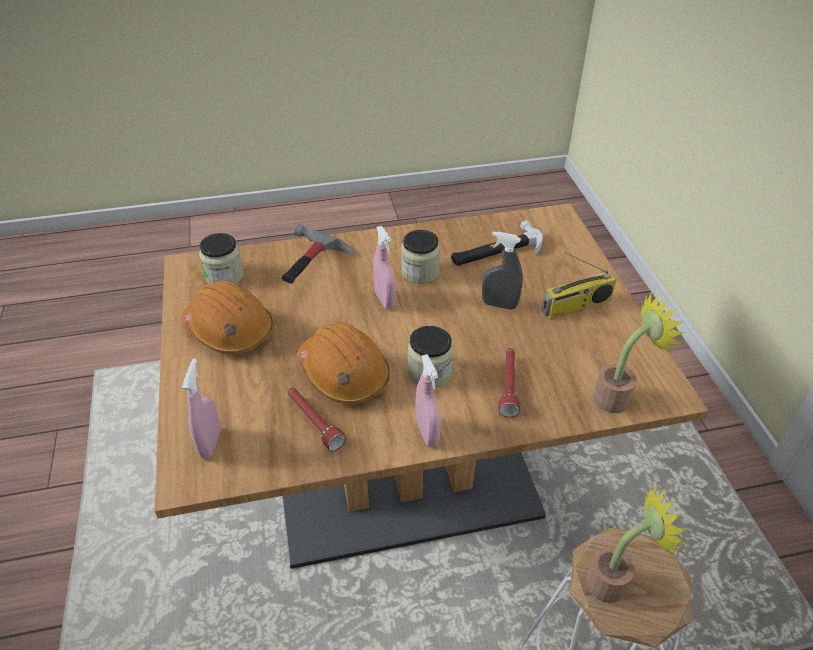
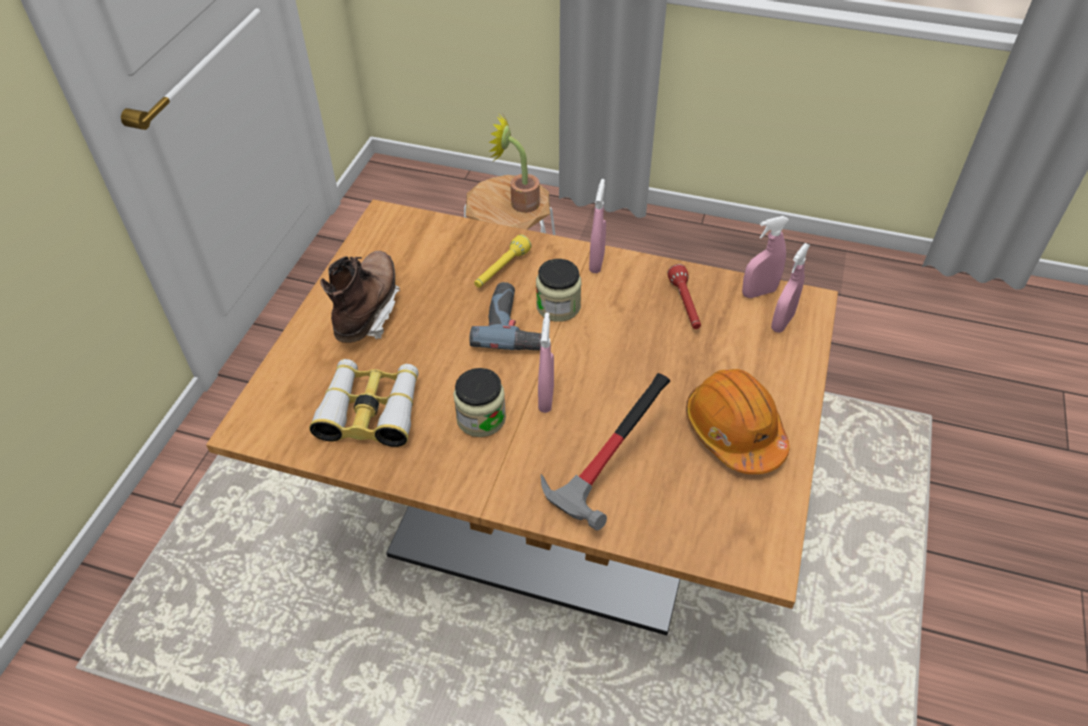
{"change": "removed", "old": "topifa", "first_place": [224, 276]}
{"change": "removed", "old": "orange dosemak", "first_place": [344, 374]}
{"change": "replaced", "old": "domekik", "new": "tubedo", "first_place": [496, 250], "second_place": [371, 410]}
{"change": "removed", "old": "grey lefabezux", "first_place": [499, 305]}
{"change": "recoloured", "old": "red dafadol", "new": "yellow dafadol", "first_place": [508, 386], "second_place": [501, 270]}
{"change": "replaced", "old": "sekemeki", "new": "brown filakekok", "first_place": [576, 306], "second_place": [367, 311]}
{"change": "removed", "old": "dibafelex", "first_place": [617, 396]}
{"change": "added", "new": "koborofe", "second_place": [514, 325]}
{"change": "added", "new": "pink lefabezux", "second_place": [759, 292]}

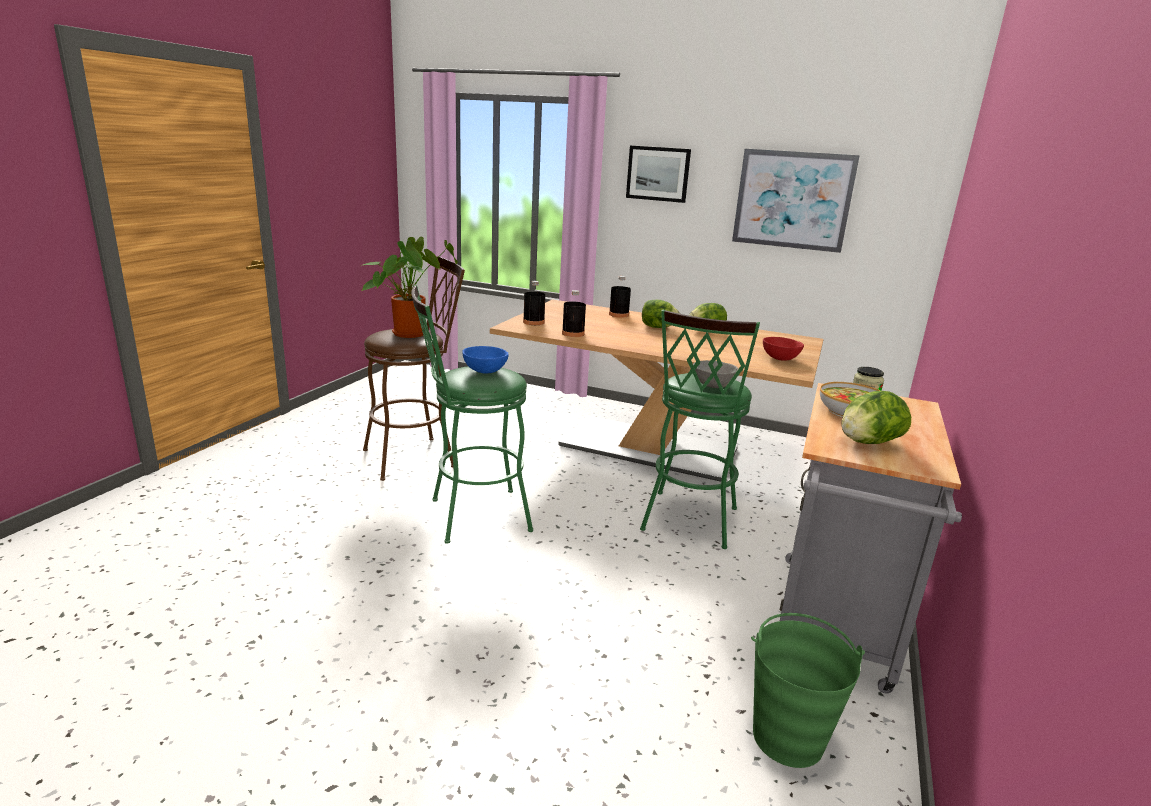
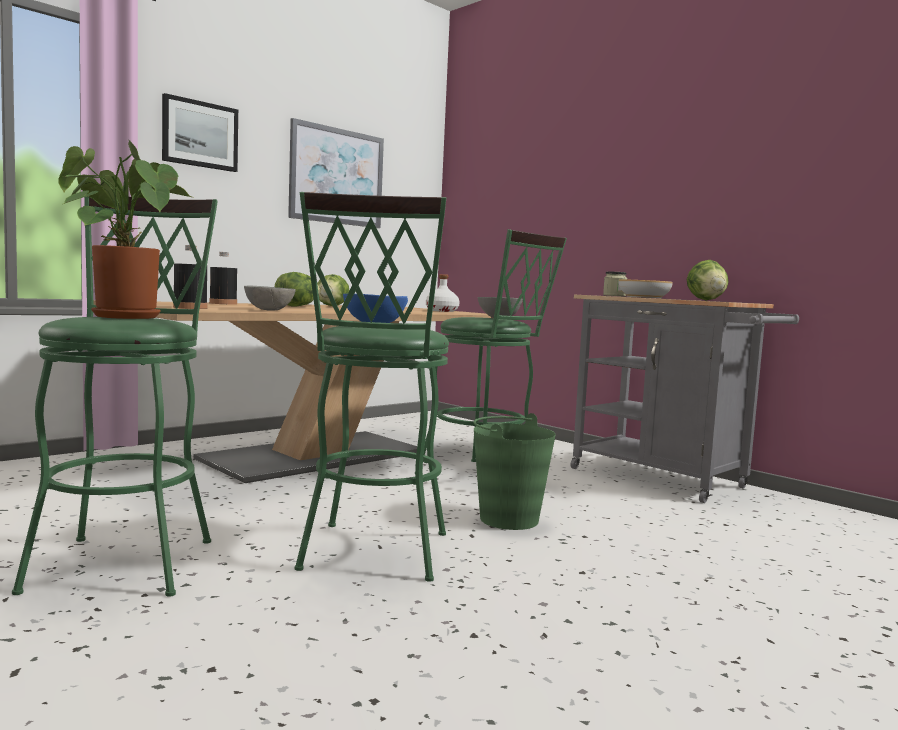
{"change": "recoloured", "old": "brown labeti", "new": "green labeti", "first_place": [417, 457], "second_place": [128, 558]}
{"change": "replaced", "old": "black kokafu", "new": "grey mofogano", "first_place": [573, 333], "second_place": [270, 310]}
{"change": "moved", "old": "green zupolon", "first_place": [788, 737], "second_place": [508, 519]}
{"change": "replaced", "old": "red mofogano", "new": "white kokafu", "first_place": [779, 358], "second_place": [441, 311]}

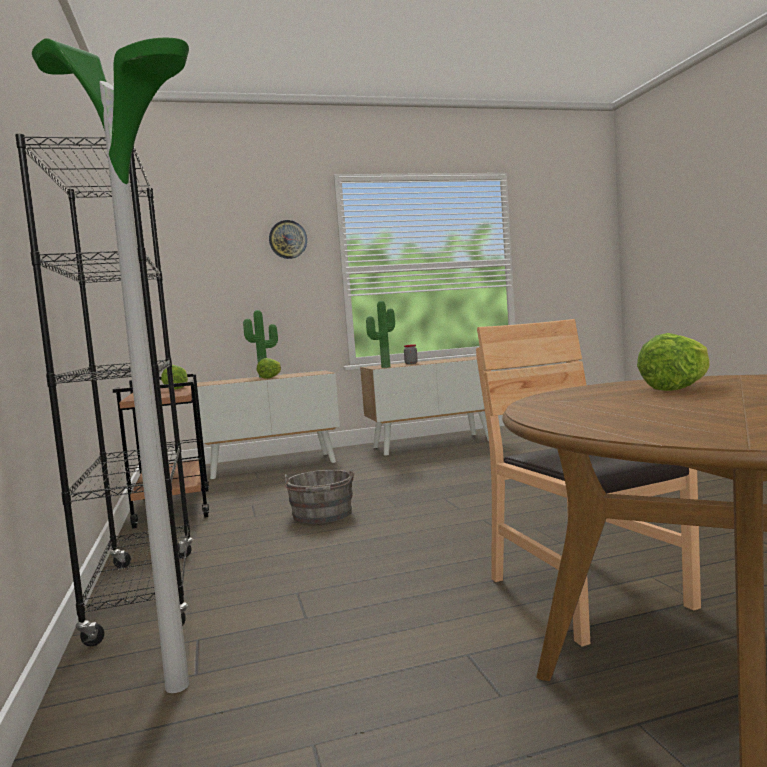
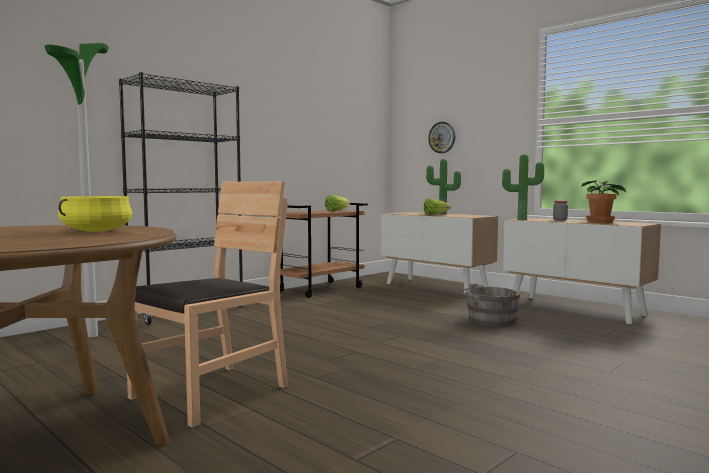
{"change": "moved", "old": "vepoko", "first_place": [288, 239], "second_place": [442, 137]}
{"change": "moved", "old": "grey zupolon", "first_place": [322, 515], "second_place": [489, 320]}
{"change": "replaced", "old": "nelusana", "new": "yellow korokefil", "first_place": [678, 388], "second_place": [96, 231]}
{"change": "added", "new": "dibafelex", "second_place": [601, 222]}

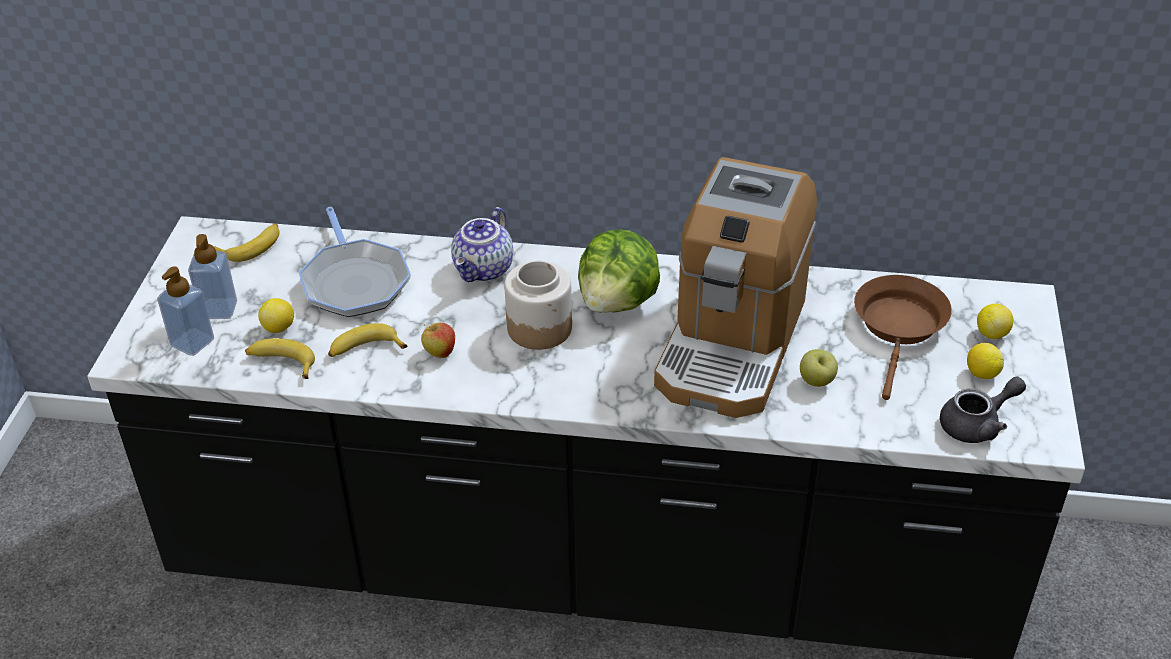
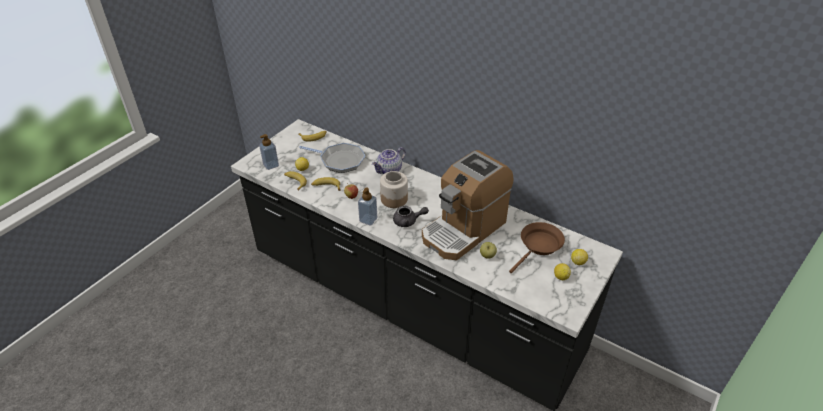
{"change": "moved", "old": "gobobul", "first_place": [219, 309], "second_place": [368, 220]}
{"change": "turned", "old": "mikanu", "first_place": [354, 281], "second_place": [340, 160], "degrees": -75}
{"change": "removed", "old": "nelusana", "first_place": [618, 302]}
{"change": "moved", "old": "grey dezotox", "first_place": [977, 424], "second_place": [408, 221]}

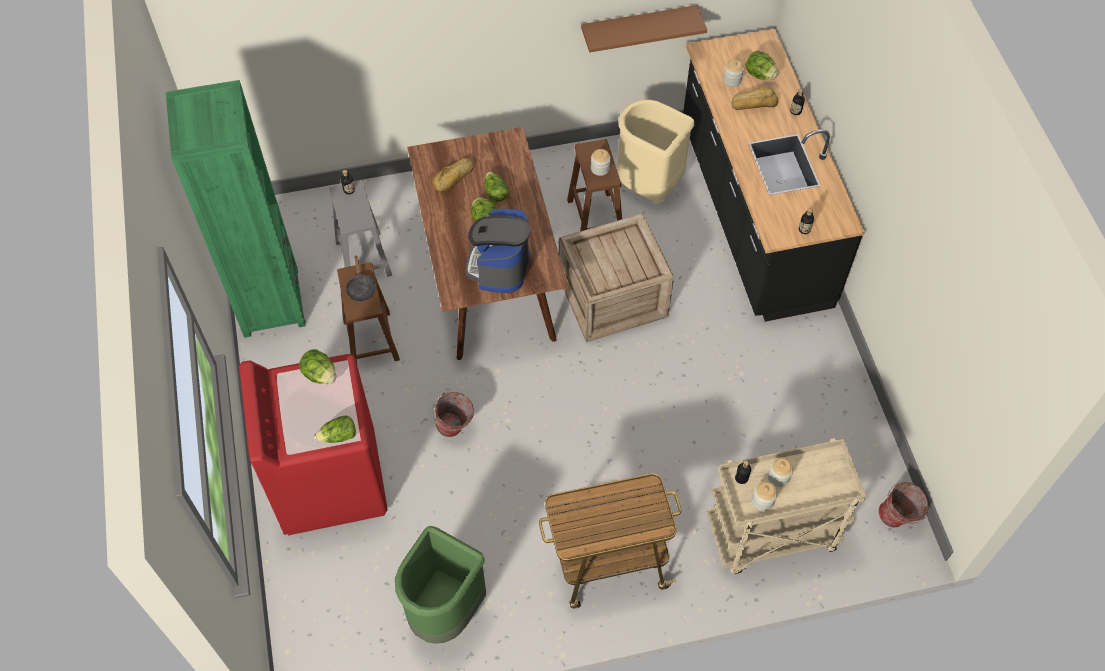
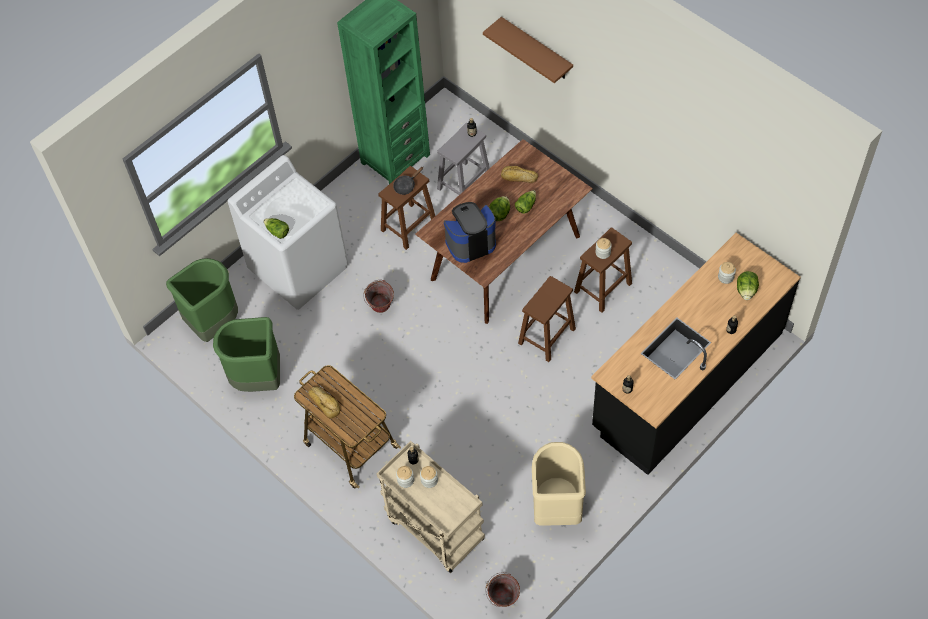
{"change": "recoloured", "old": "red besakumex", "new": "white besakumex", "first_place": [330, 480], "second_place": [299, 268]}
{"change": "removed", "old": "nelusana", "first_place": [320, 374]}
{"change": "replaced", "old": "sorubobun", "new": "brown labeti", "first_place": [614, 298], "second_place": [546, 337]}
{"change": "moved", "old": "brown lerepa", "first_place": [638, 27], "second_place": [536, 49]}
{"change": "moved", "old": "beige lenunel", "first_place": [648, 187], "second_place": [556, 508]}
{"change": "moved", "old": "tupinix", "first_place": [753, 103], "second_place": [325, 403]}
{"change": "added", "new": "green lenunel", "second_place": [213, 323]}

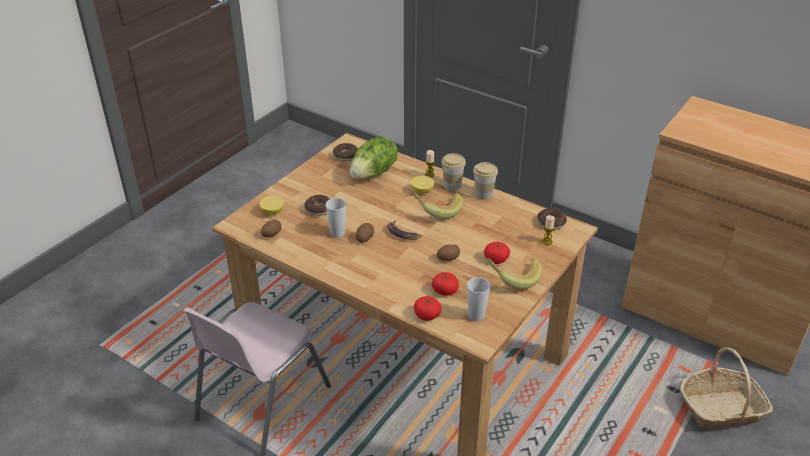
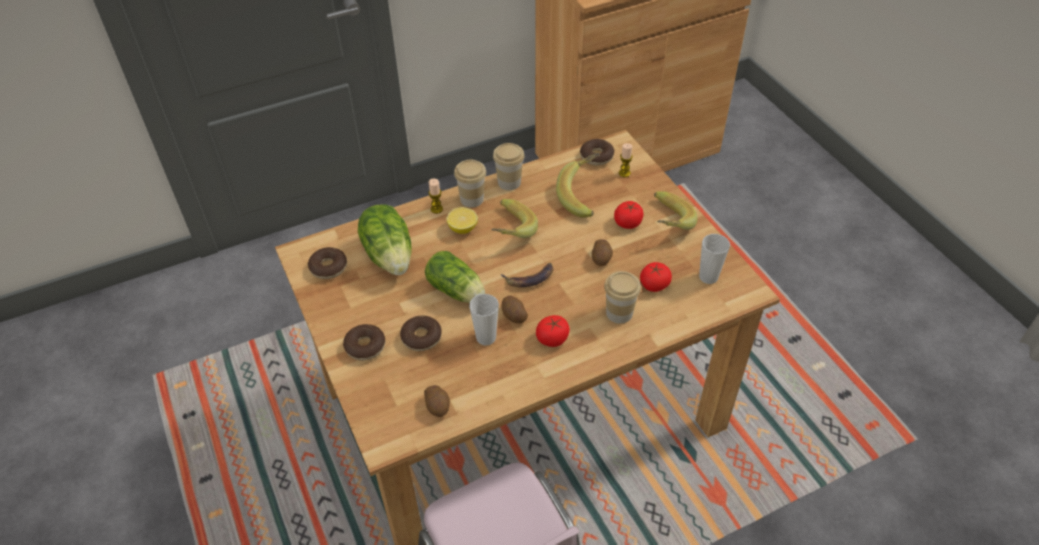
{"change": "removed", "old": "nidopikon", "first_place": [272, 212]}
{"change": "moved", "old": "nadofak", "first_place": [427, 315], "second_place": [552, 338]}
{"change": "removed", "old": "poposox", "first_place": [721, 409]}
{"change": "added", "new": "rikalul", "second_place": [365, 346]}
{"change": "added", "new": "nelusana", "second_place": [458, 292]}
{"change": "added", "new": "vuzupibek", "second_place": [584, 196]}
{"change": "added", "new": "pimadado", "second_place": [619, 313]}

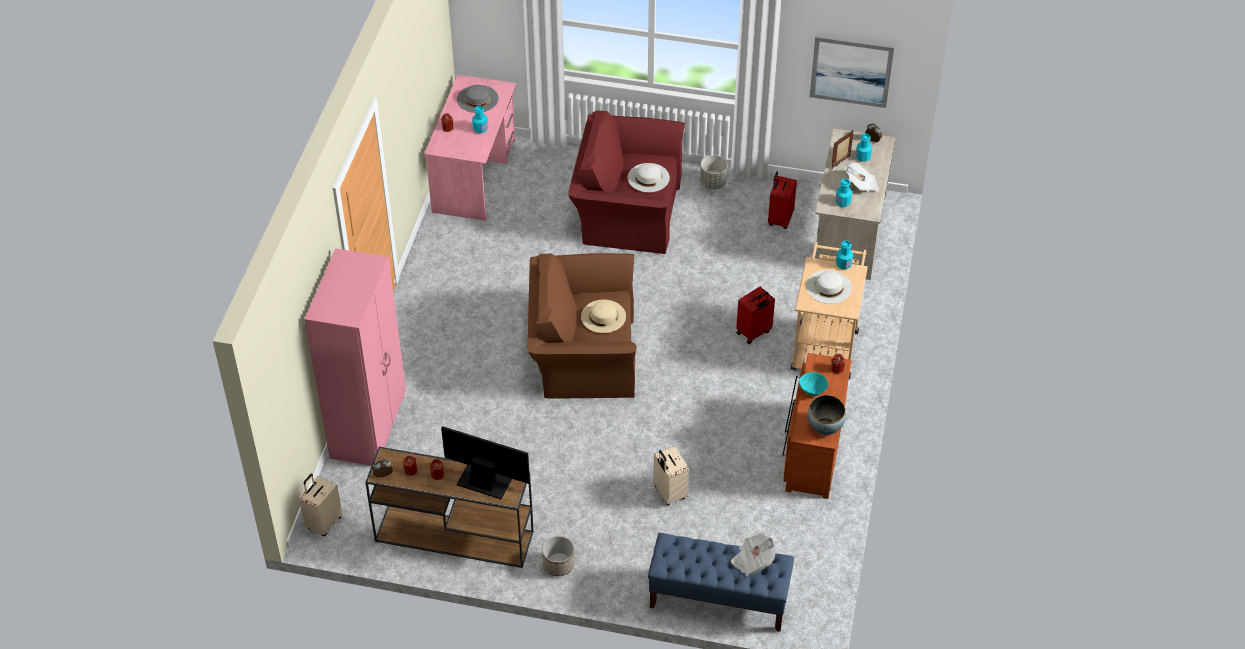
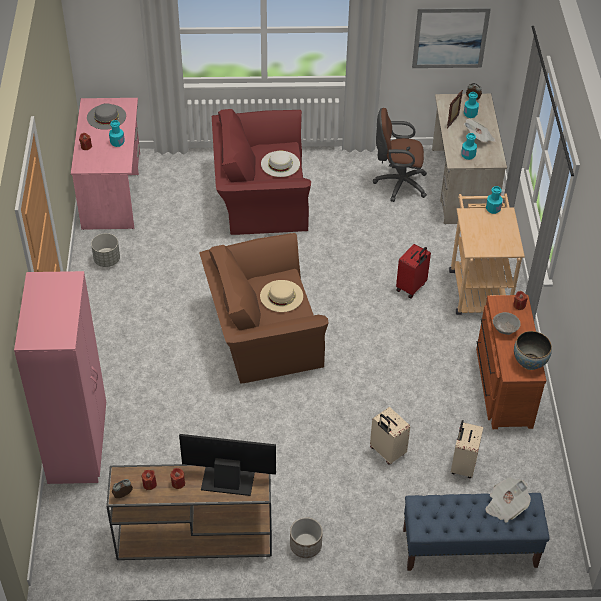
{"change": "moved", "old": "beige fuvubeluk", "first_place": [323, 522], "second_place": [462, 465]}
{"change": "moved", "old": "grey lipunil", "first_place": [713, 183], "second_place": [107, 260]}
{"change": "replaced", "old": "red fuvubeluk", "new": "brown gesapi", "first_place": [779, 219], "second_place": [398, 184]}
{"change": "recoloured", "old": "turquoise mofogano", "new": "grey mofogano", "first_place": [812, 391], "second_place": [505, 330]}
{"change": "removed", "old": "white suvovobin", "first_place": [828, 287]}

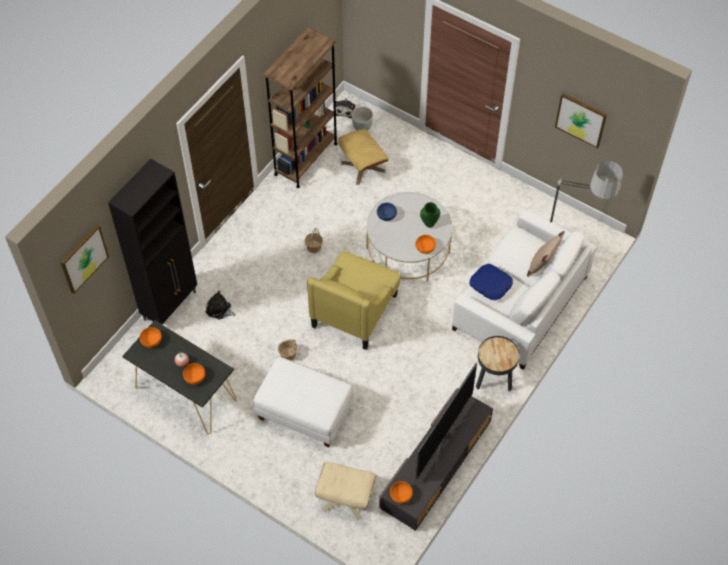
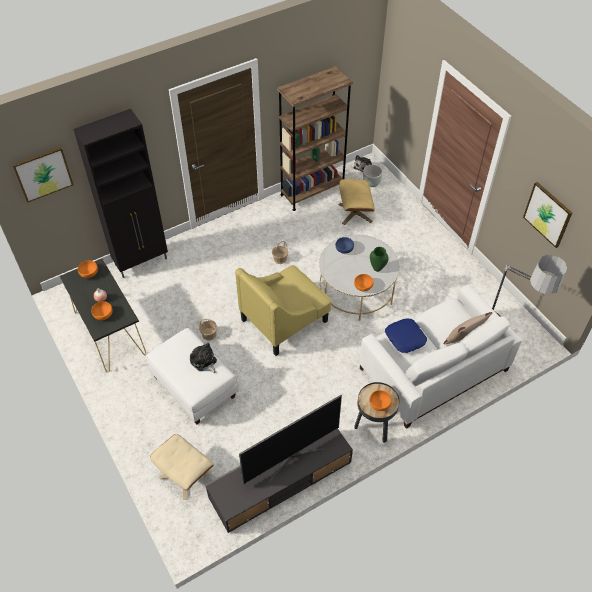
{"change": "moved", "old": "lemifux", "first_place": [219, 310], "second_place": [204, 362]}
{"change": "moved", "old": "orange mofogano", "first_place": [400, 495], "second_place": [379, 404]}

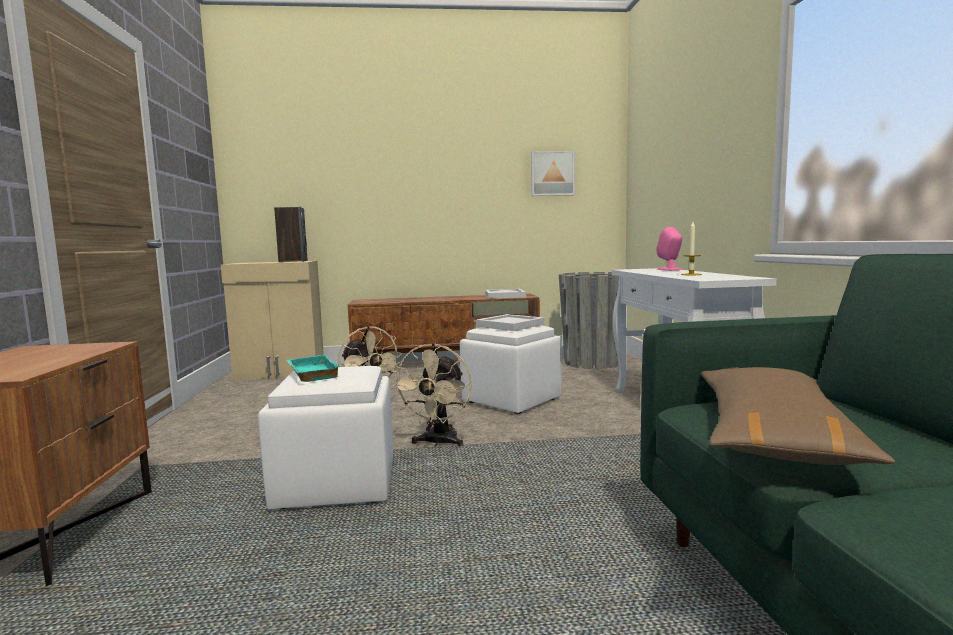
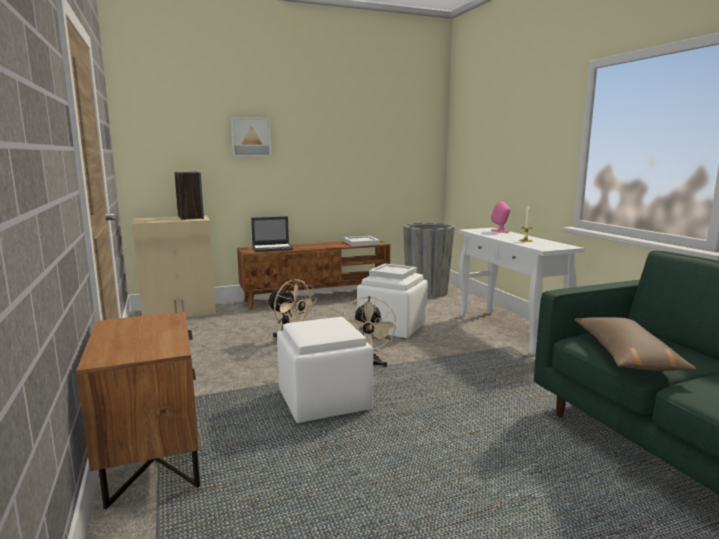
{"change": "removed", "old": "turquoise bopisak", "first_place": [310, 373]}
{"change": "moved", "old": "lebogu", "first_place": [552, 173], "second_place": [250, 137]}
{"change": "added", "new": "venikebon", "second_place": [273, 248]}

